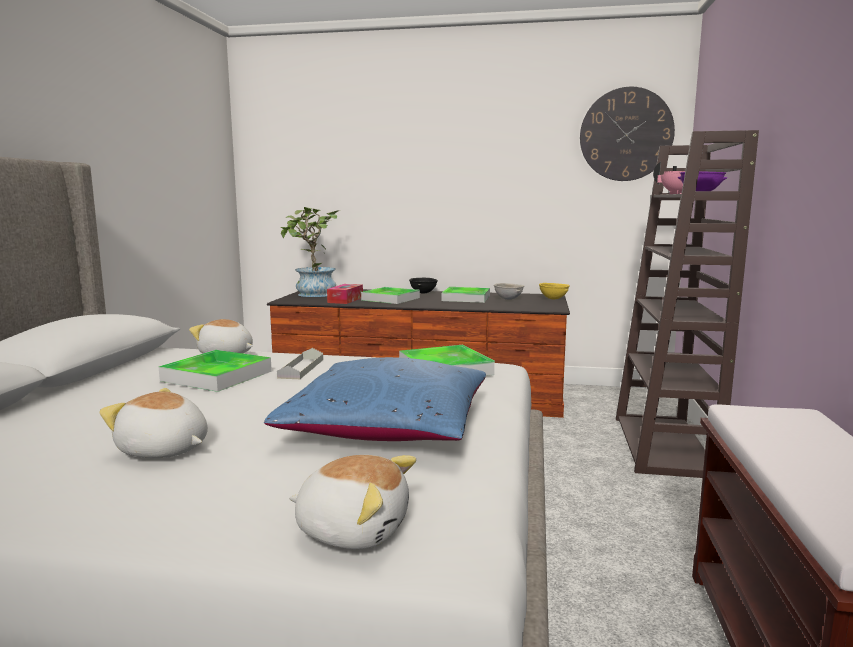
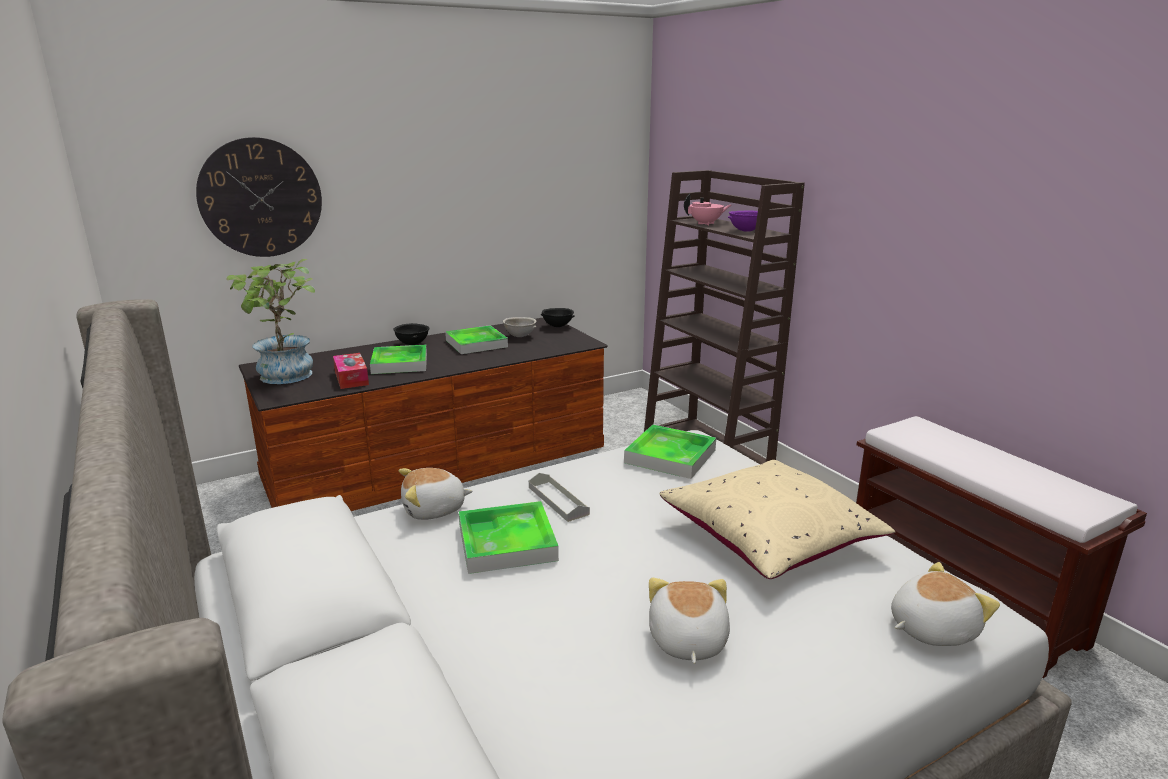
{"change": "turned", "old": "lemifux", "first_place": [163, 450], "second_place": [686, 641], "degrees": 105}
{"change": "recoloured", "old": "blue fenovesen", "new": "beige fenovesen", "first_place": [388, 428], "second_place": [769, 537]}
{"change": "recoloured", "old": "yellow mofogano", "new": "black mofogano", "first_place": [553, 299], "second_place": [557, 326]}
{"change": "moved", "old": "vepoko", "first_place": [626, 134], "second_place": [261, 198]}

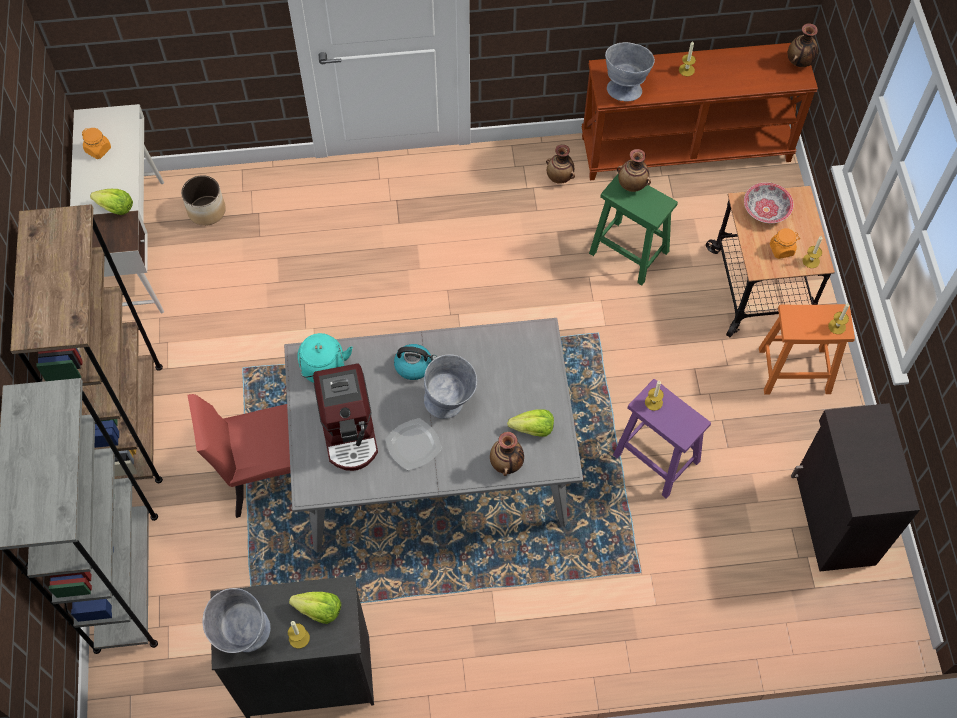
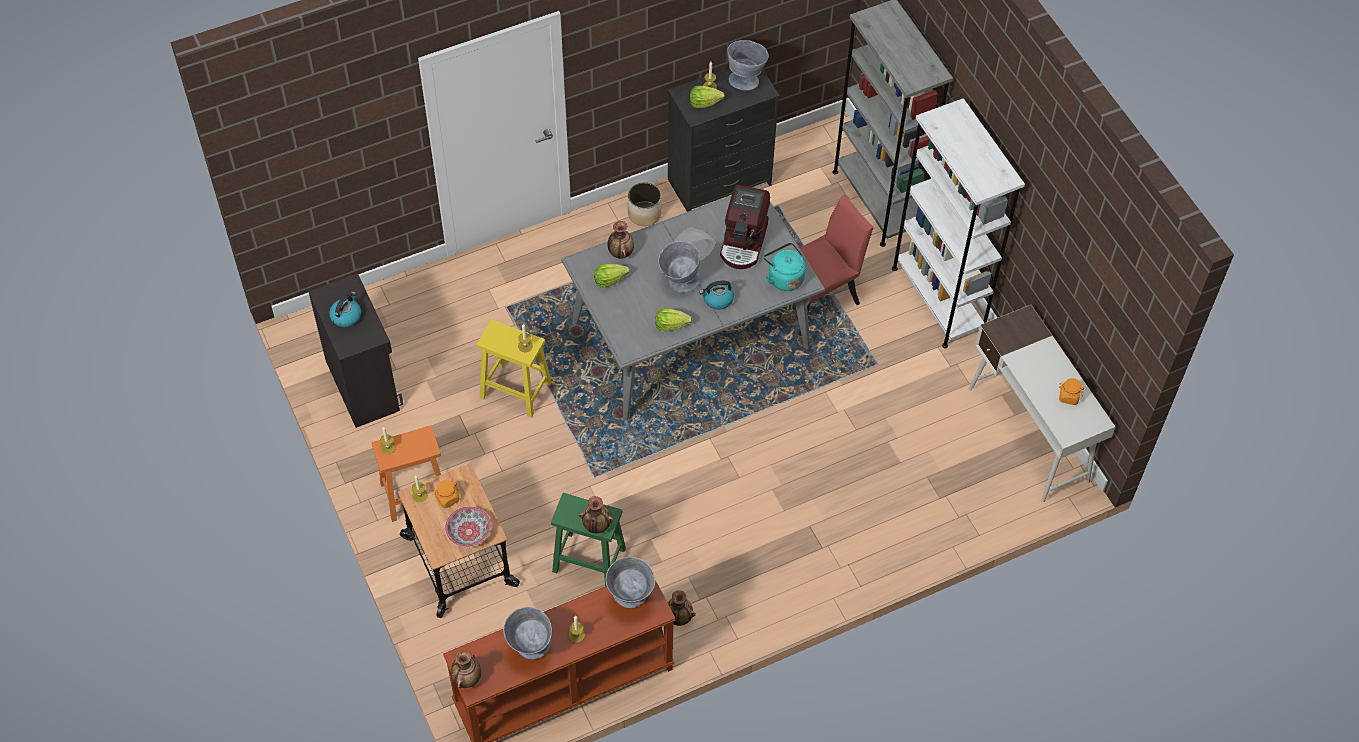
{"change": "recoloured", "old": "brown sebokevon", "new": "white sebokevon", "first_place": [132, 425], "second_place": [938, 299]}
{"change": "moved", "old": "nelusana", "first_place": [115, 208], "second_place": [671, 325]}
{"change": "moved", "old": "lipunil", "first_place": [206, 211], "second_place": [644, 213]}
{"change": "turned", "old": "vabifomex", "first_place": [350, 431], "second_place": [744, 242], "degrees": -135}
{"change": "recoloured", "old": "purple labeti", "new": "yellow labeti", "first_place": [655, 458], "second_place": [517, 390]}
{"change": "added", "new": "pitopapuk", "second_place": [346, 316]}
{"change": "added", "new": "grey mofogano", "second_place": [530, 649]}

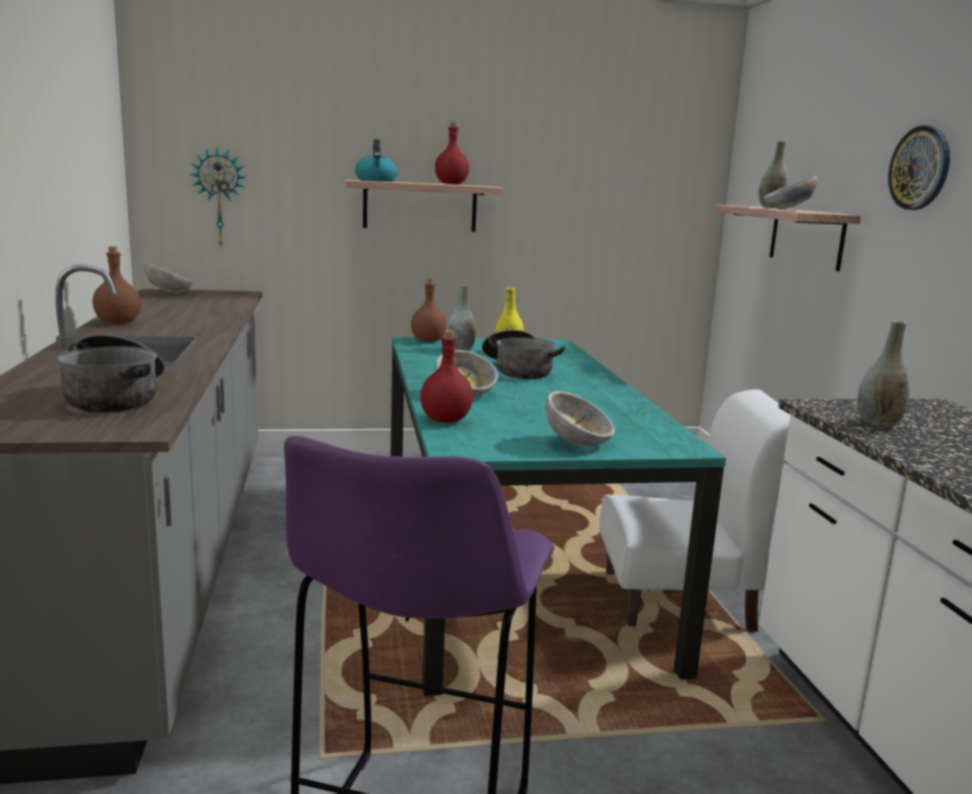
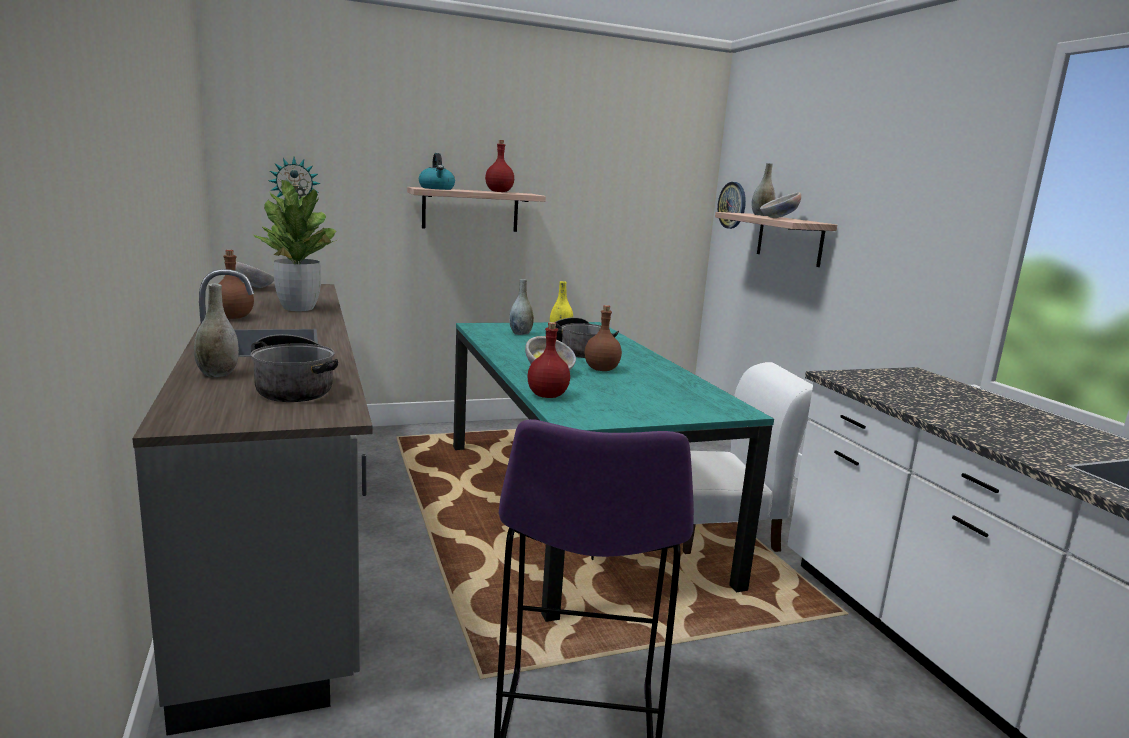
{"change": "moved", "old": "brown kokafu", "first_place": [428, 341], "second_place": [601, 369]}
{"change": "removed", "old": "mofogano", "first_place": [578, 443]}
{"change": "moved", "old": "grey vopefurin", "first_place": [878, 423], "second_place": [218, 374]}
{"change": "moved", "old": "vepoko", "first_place": [920, 168], "second_place": [732, 205]}
{"change": "added", "new": "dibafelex", "second_place": [299, 308]}

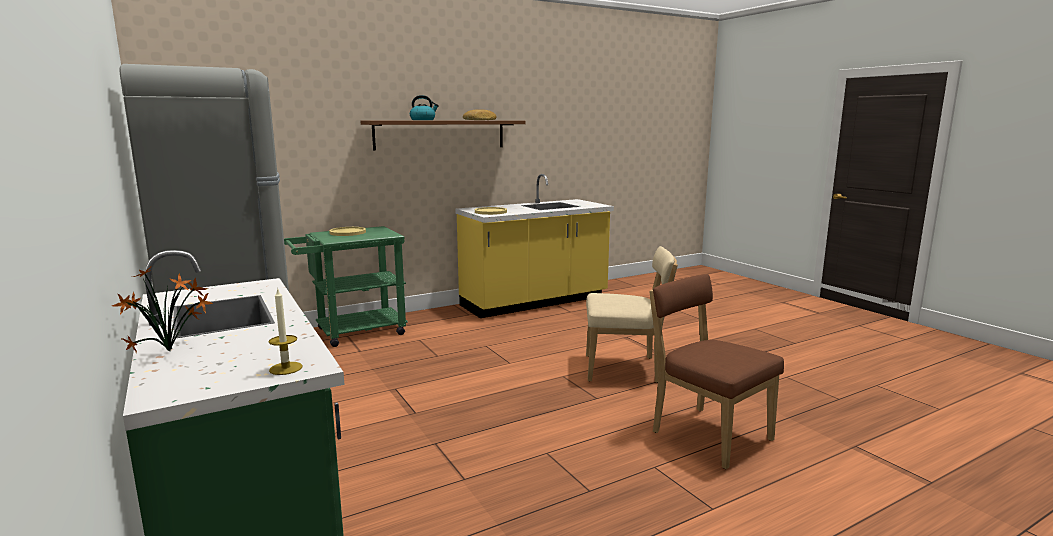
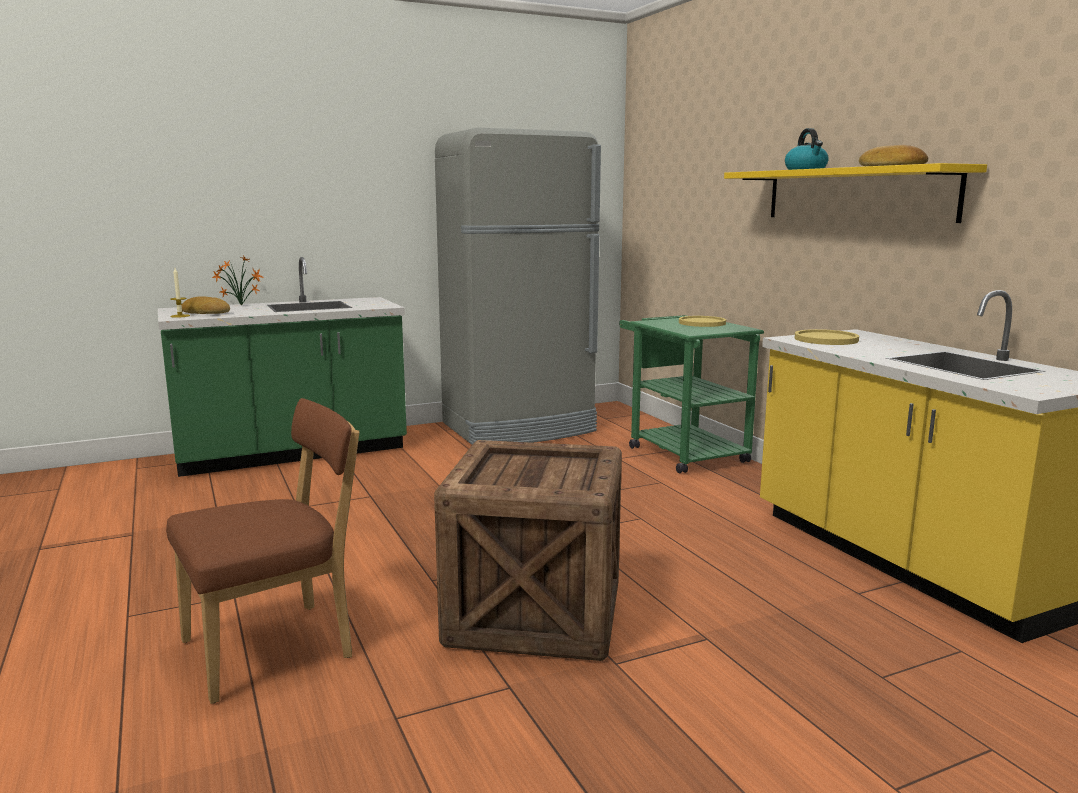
{"change": "recoloured", "old": "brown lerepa", "new": "yellow lerepa", "first_place": [440, 134], "second_place": [856, 194]}
{"change": "replaced", "old": "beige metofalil", "new": "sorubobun", "first_place": [625, 369], "second_place": [532, 615]}
{"change": "added", "new": "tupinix", "second_place": [206, 312]}

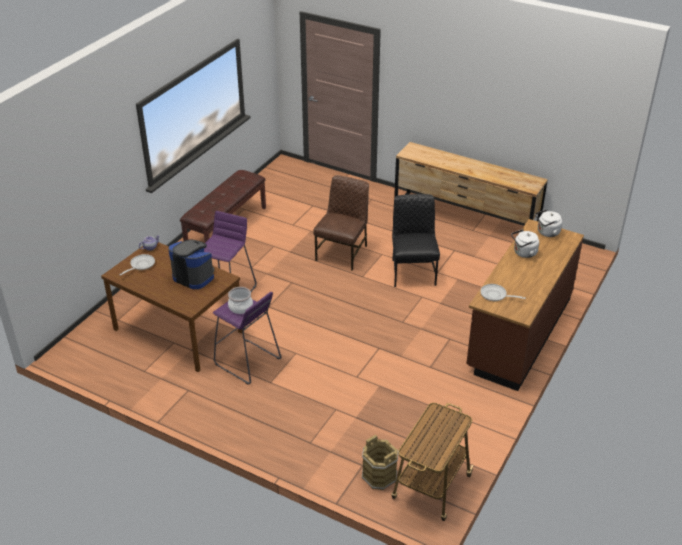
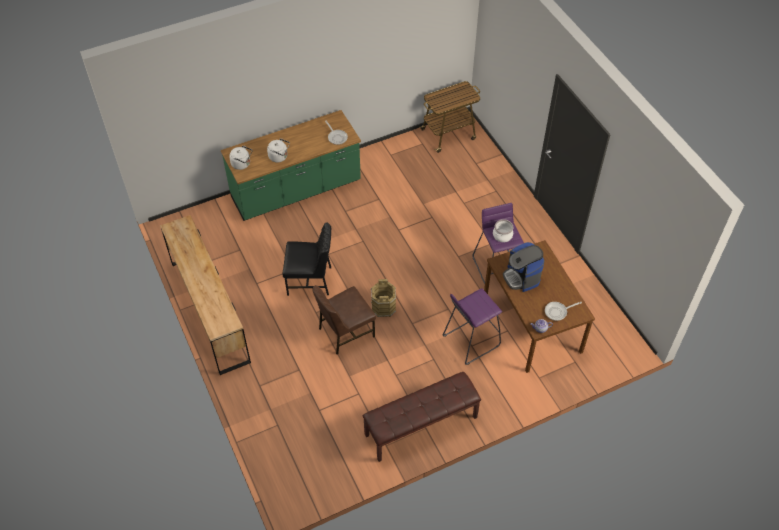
{"change": "moved", "old": "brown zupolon", "first_place": [379, 476], "second_place": [383, 307]}
{"change": "turned", "old": "black metofalil", "first_place": [413, 271], "second_place": [310, 280], "degrees": -120}
{"change": "recoloured", "old": "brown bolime", "new": "green bolime", "first_place": [518, 333], "second_place": [296, 191]}

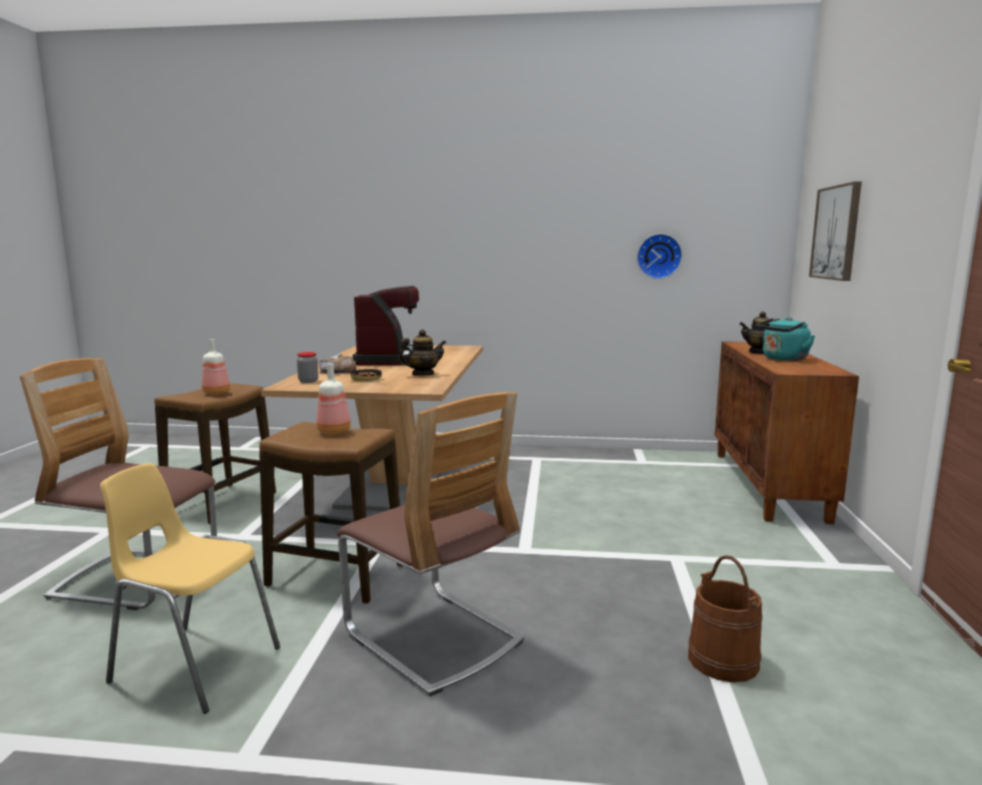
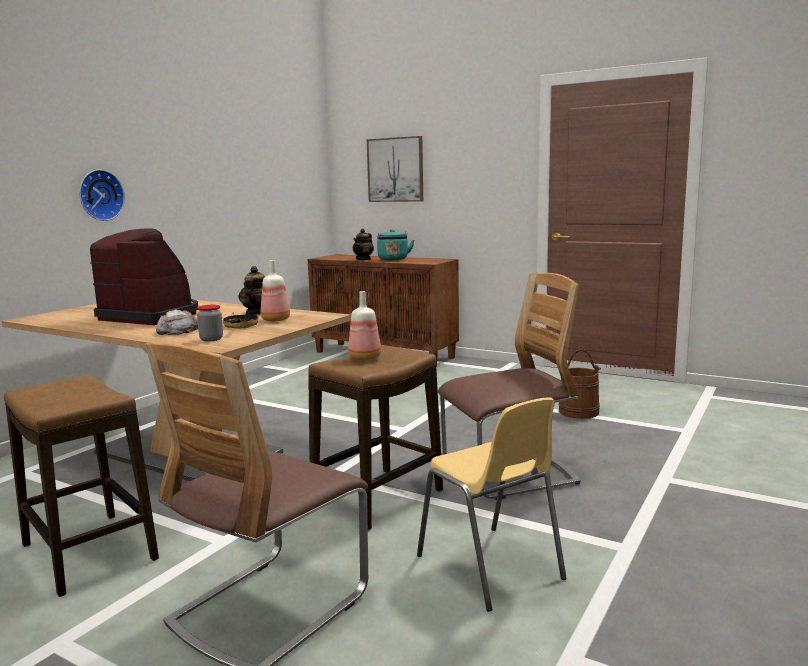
{"change": "turned", "old": "yellow metofalil", "first_place": [194, 665], "second_place": [490, 568], "degrees": -75}
{"change": "moved", "old": "kokafu", "first_place": [216, 393], "second_place": [274, 320]}
{"change": "moved", "old": "vepoko", "first_place": [659, 256], "second_place": [99, 195]}

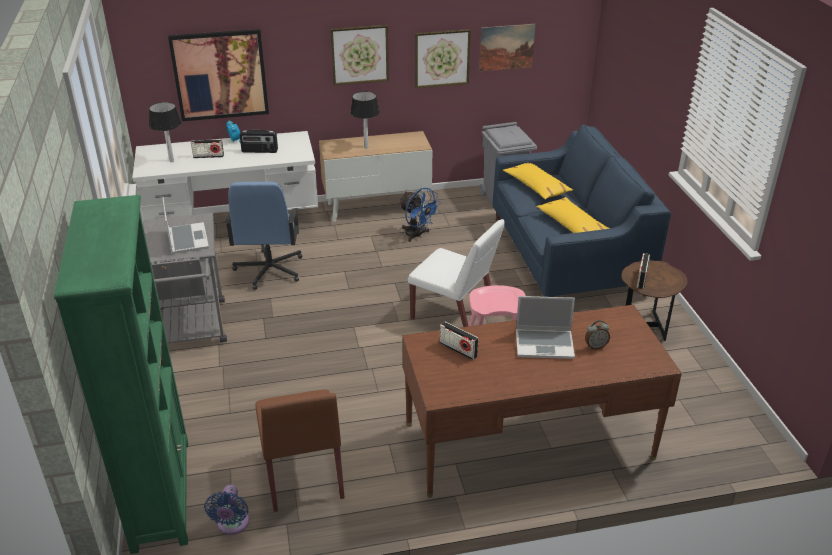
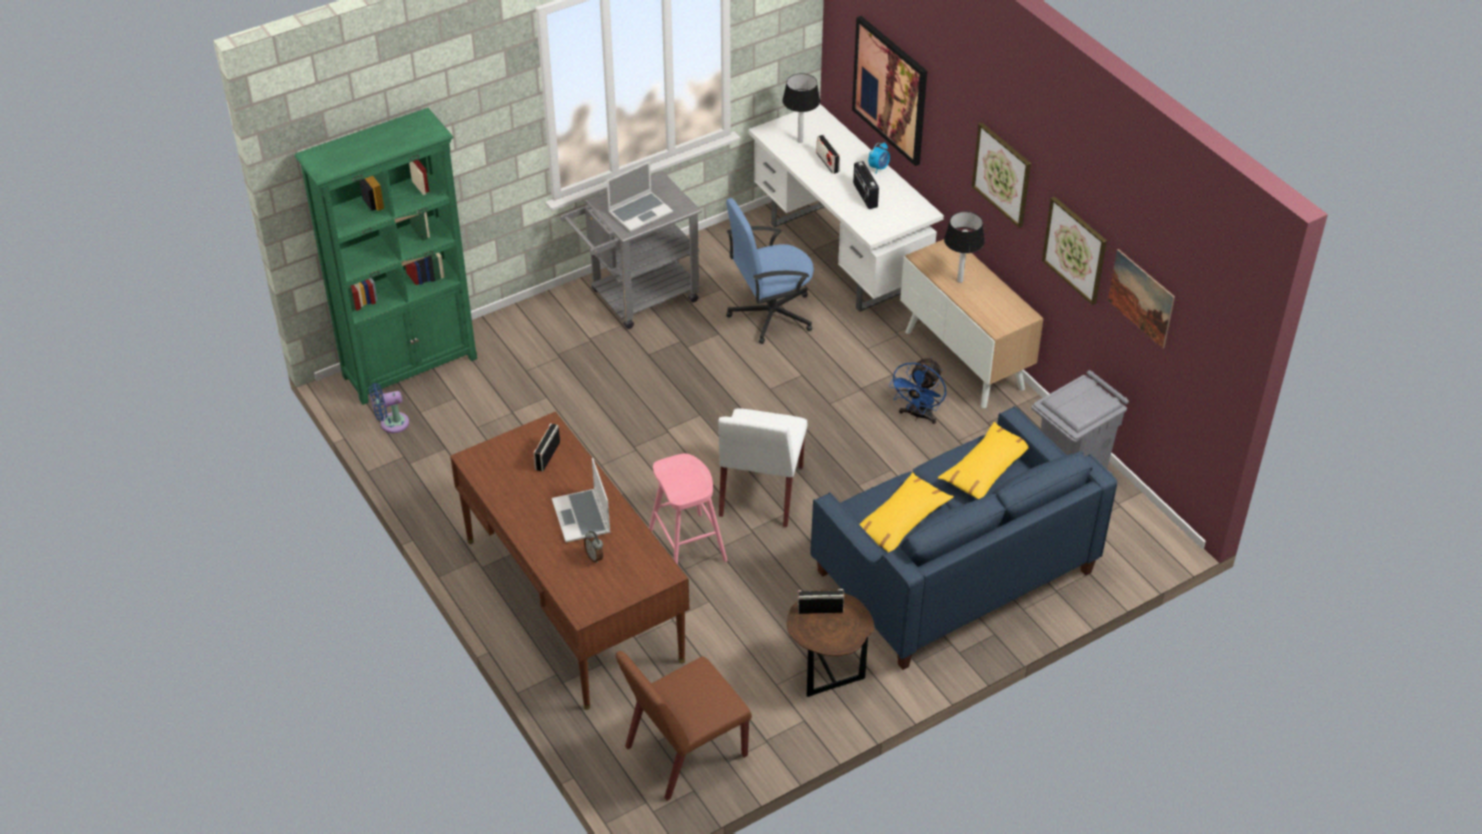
{"change": "moved", "old": "brown metofalil", "first_place": [303, 474], "second_place": [684, 752]}

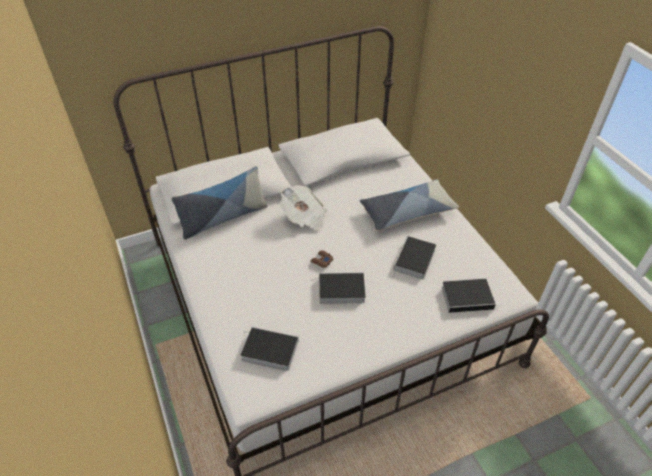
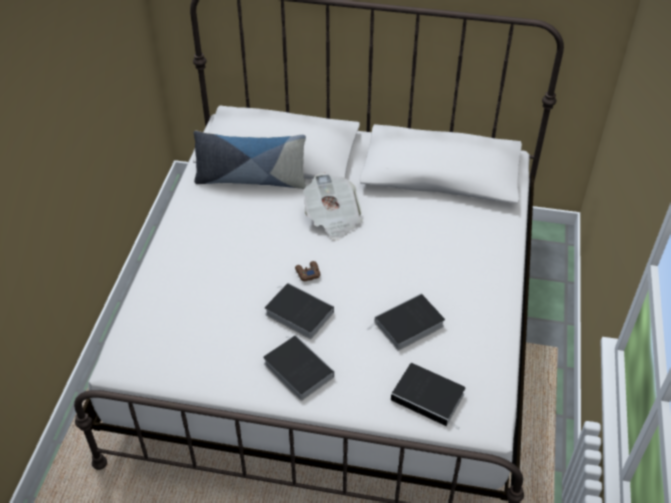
{"change": "moved", "old": "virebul", "first_place": [268, 350], "second_place": [296, 369]}
{"change": "removed", "old": "fenovesen", "first_place": [407, 211]}

